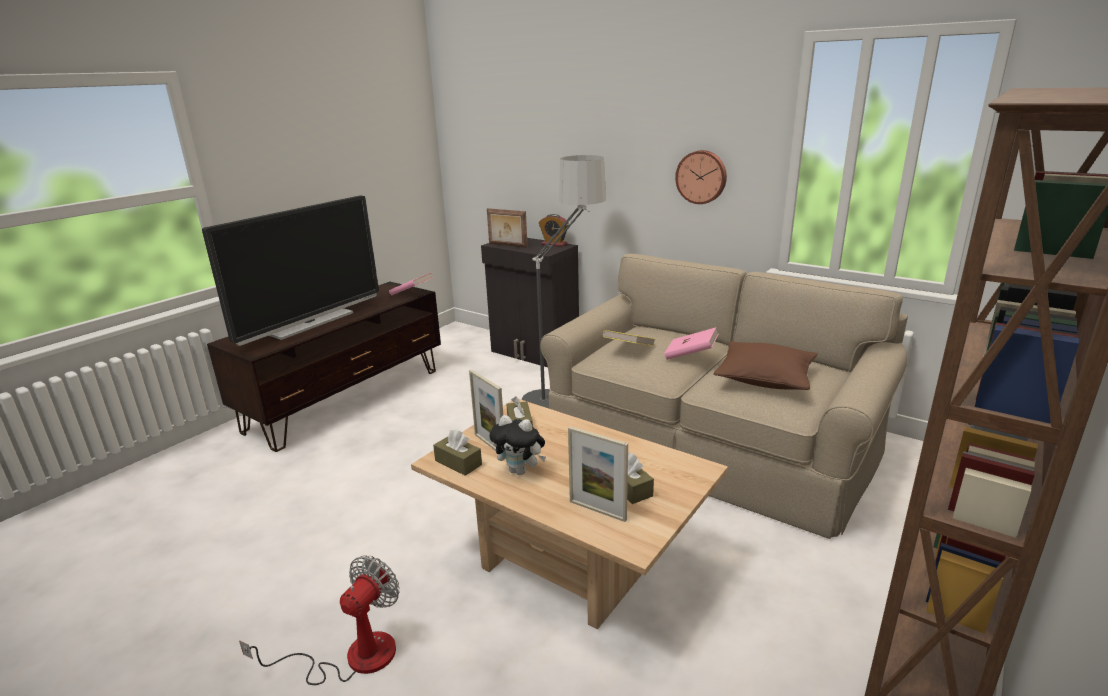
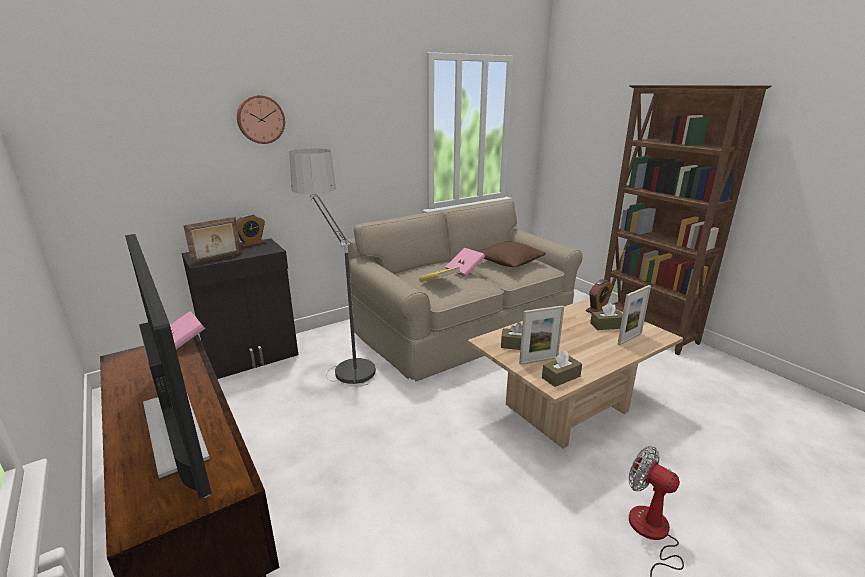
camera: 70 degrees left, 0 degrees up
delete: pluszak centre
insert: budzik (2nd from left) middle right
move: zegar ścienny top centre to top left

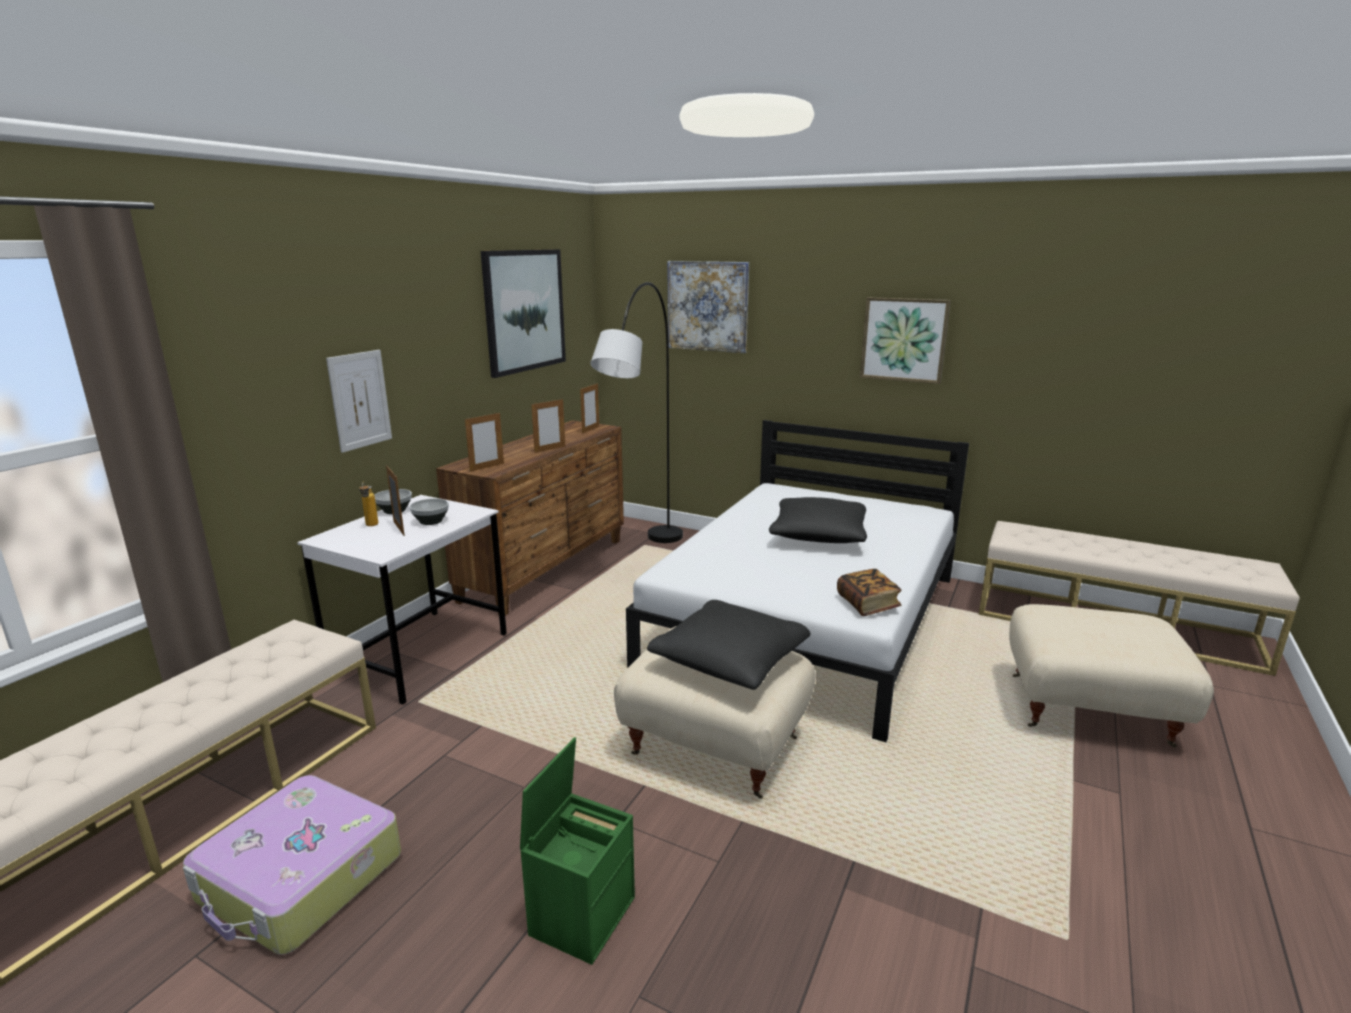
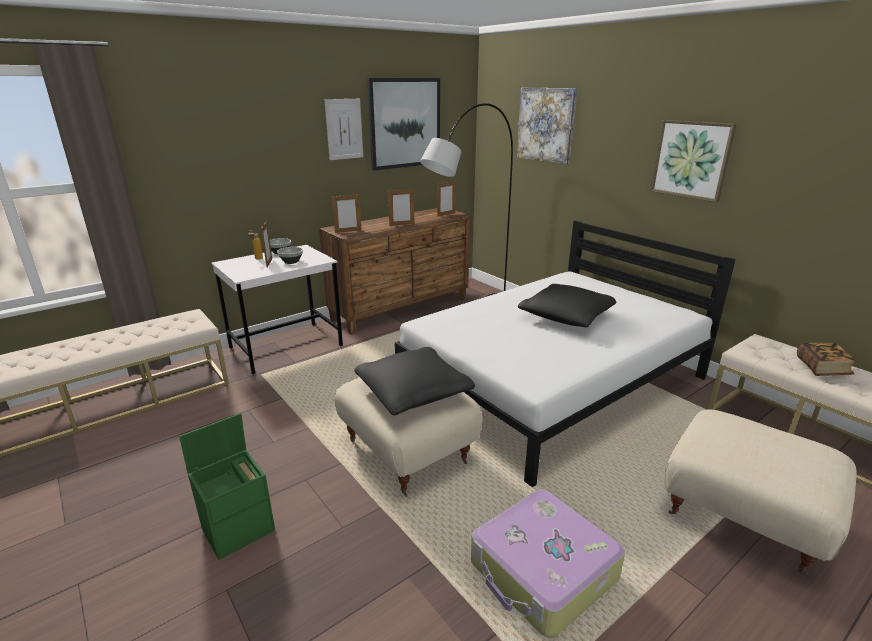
camera: 25 degrees right, 5 degrees up
move: obraz (1st from left) middle left to top centre; książka centre to middle right; walizka bottom left to bottom centre

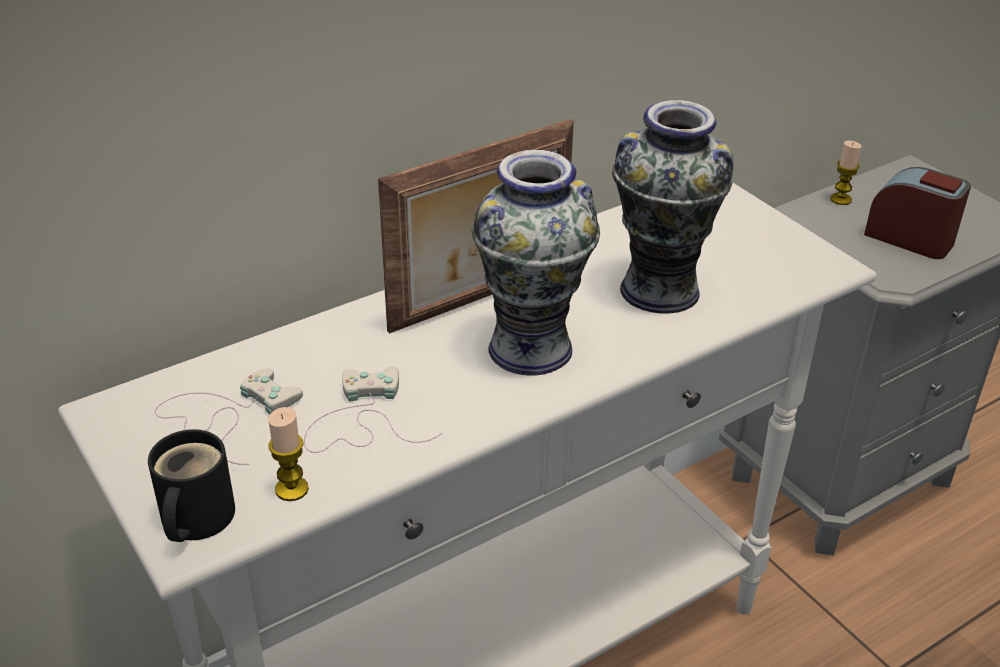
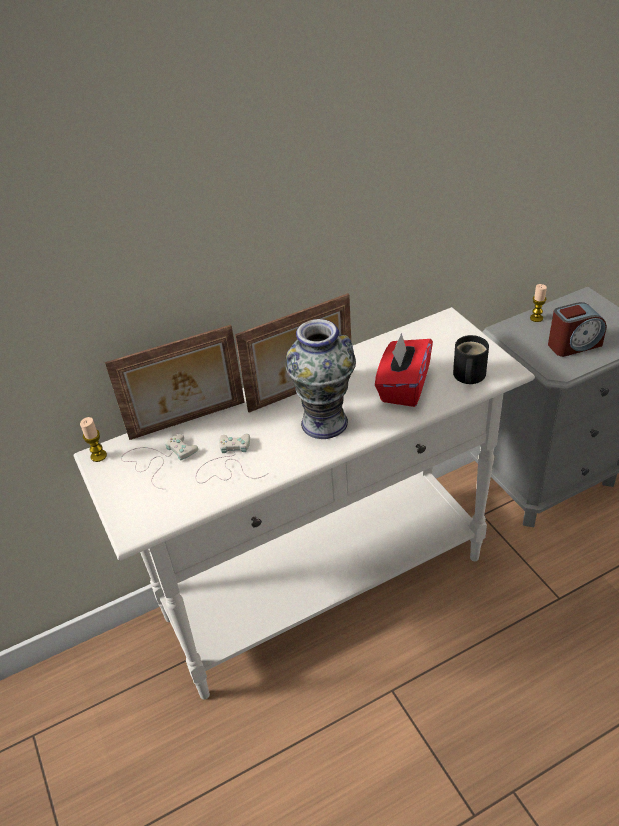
camera: 10 degrees right, 5 degrees up
insert: ramka na zdjęcie (1st from left) middle left
move: świeca (1st from left) bottom left to middle left; kubek (czarny) bottom left to middle right
replace: wazon (2nd from left) top right to pudełko chusteczek (czerwony) centre
rotate: budzik top right = middle right 120 degrees clockwise

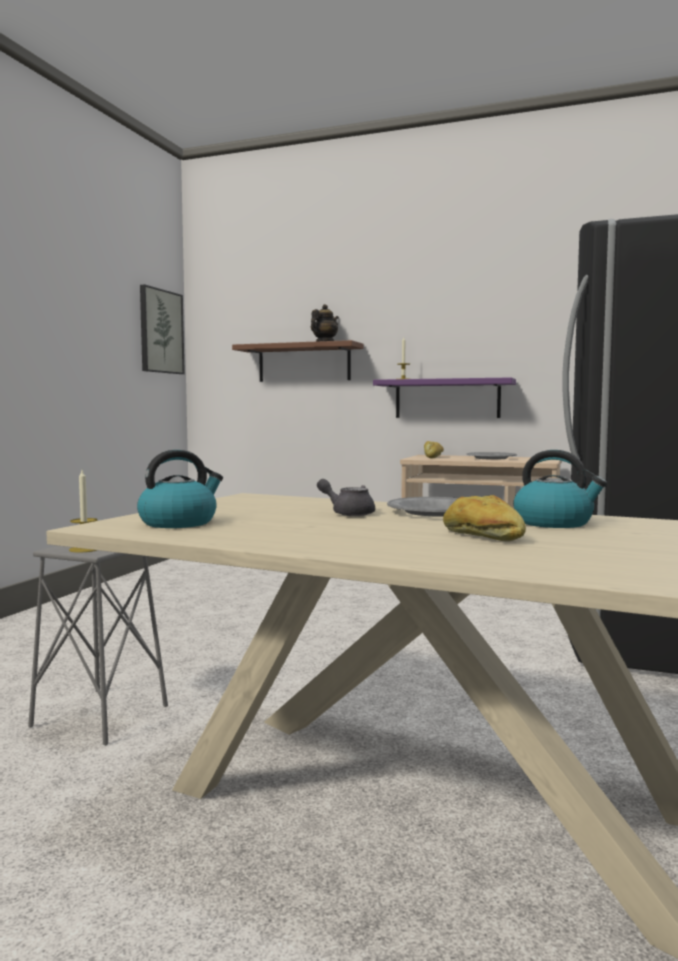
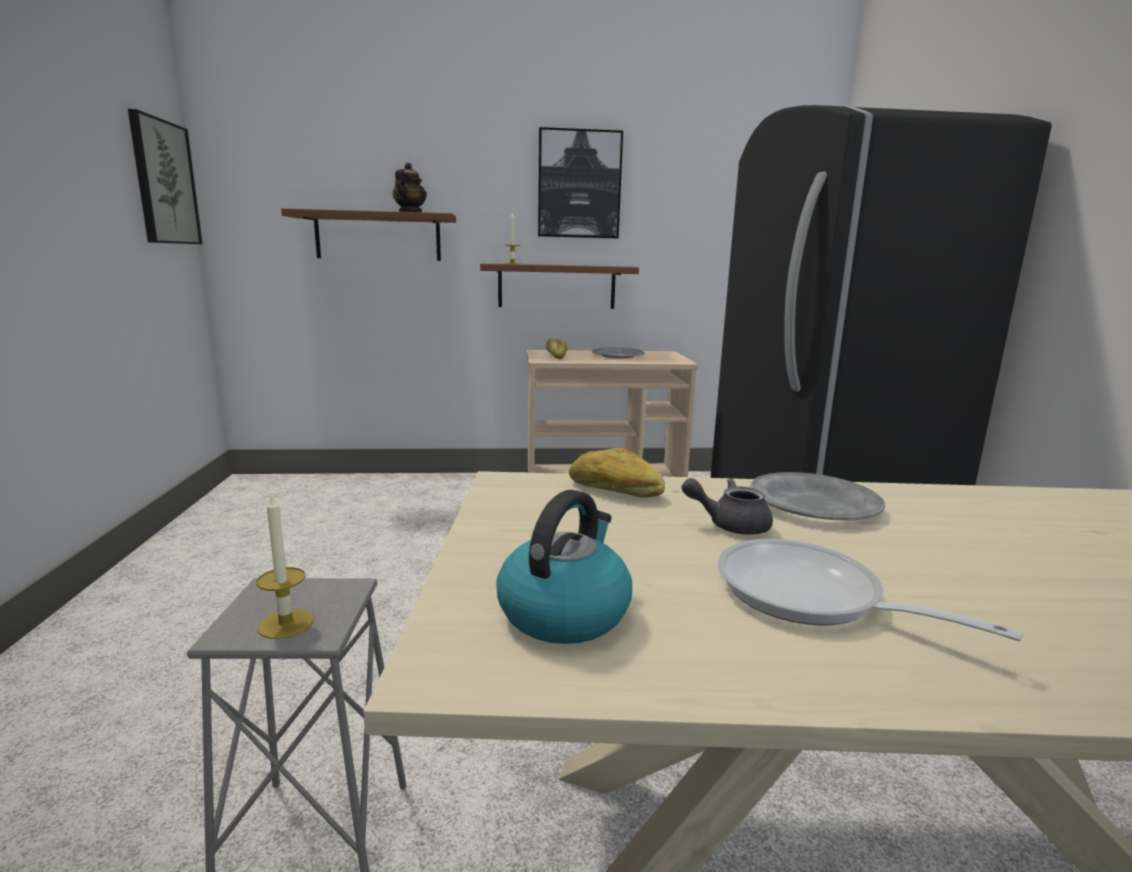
camera: 25 degrees left, 10 degrees up
delete: czajnik (2nd from left) middle right
insert: obraz (2nd from left) top centre; patelnia bottom right
move: chleb (2nd from left) middle right to centre
recolor: półka (fioletowy) centre to półka (brązowy) (2nd from left) top centre

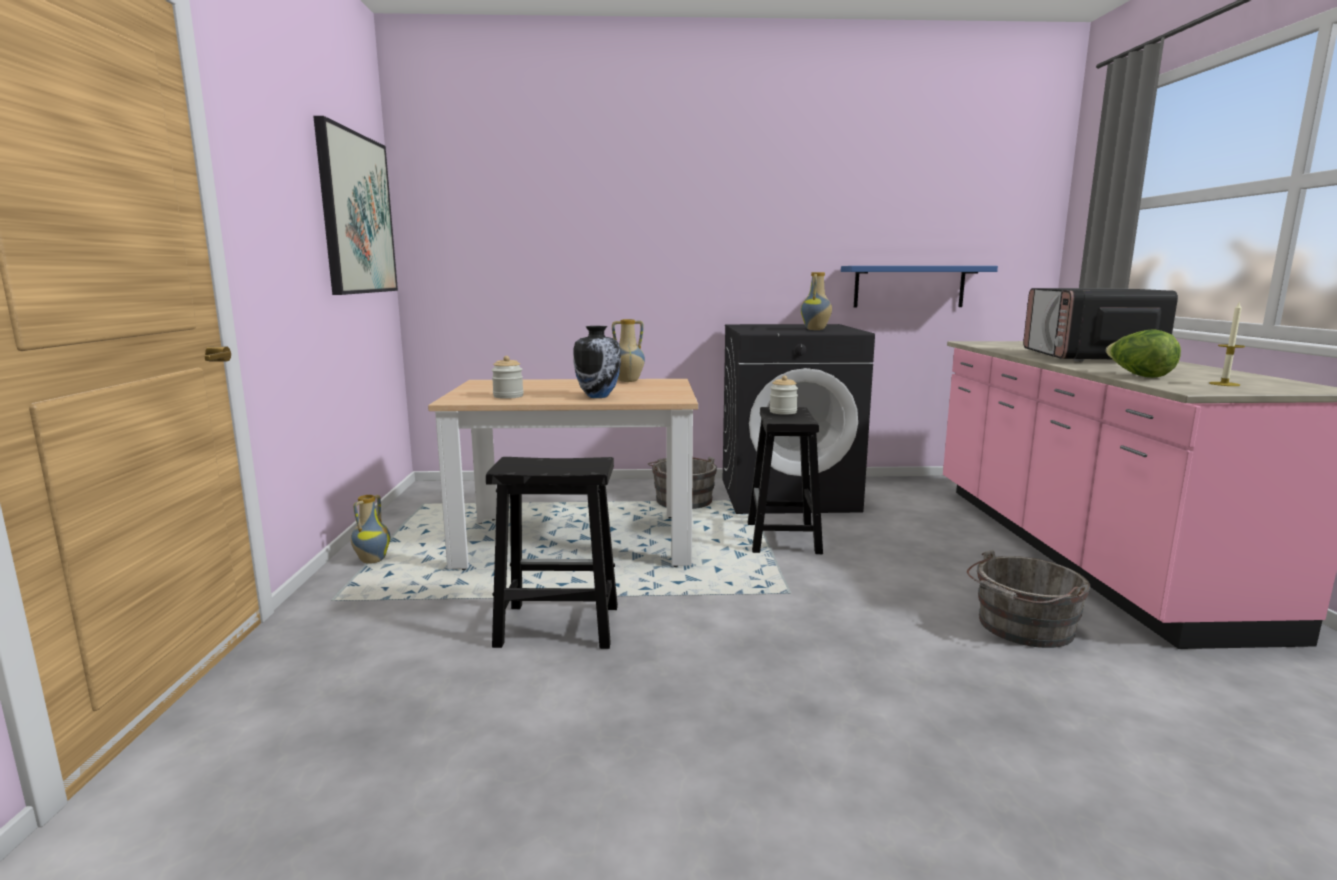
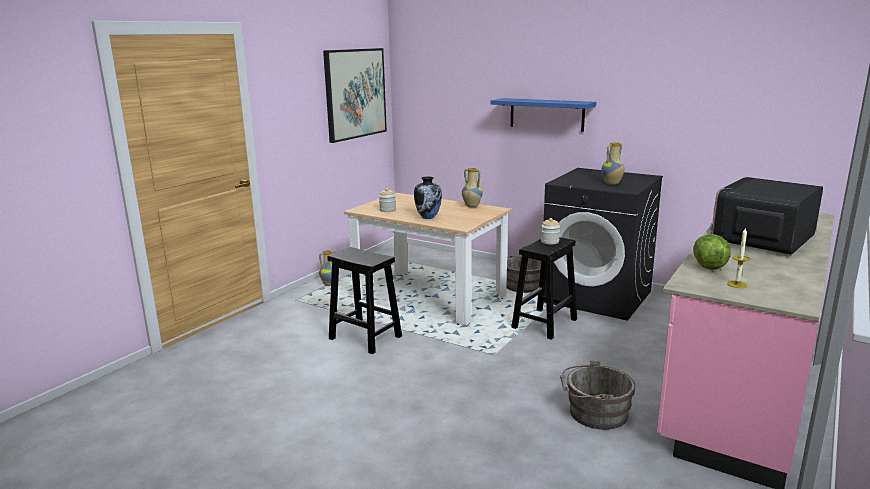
camera: 35 degrees right, 5 degrees up
move: półka (niebieski) top right to top centre

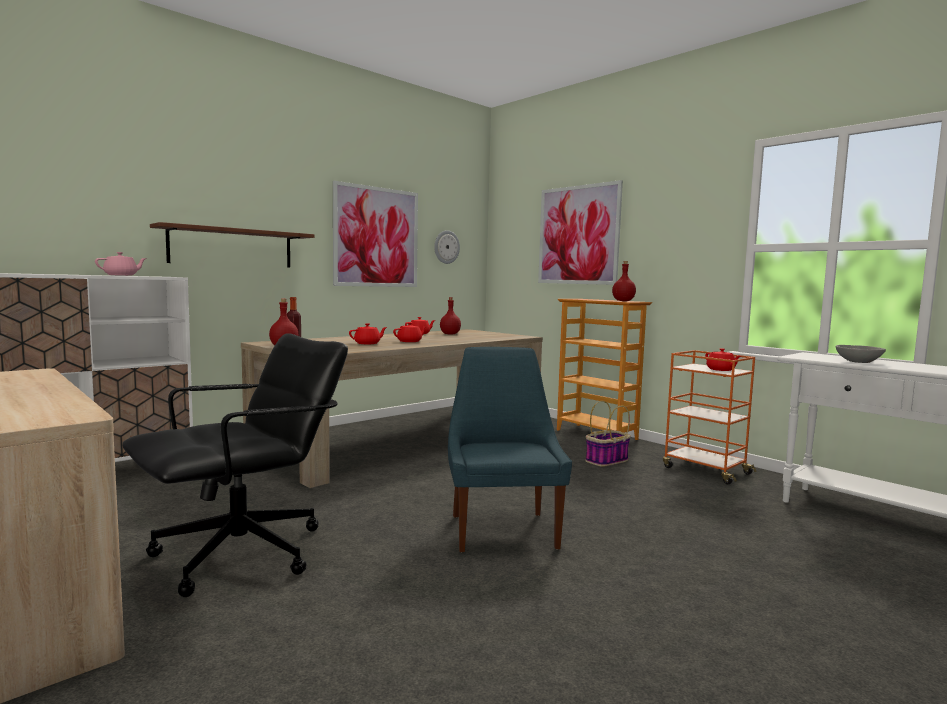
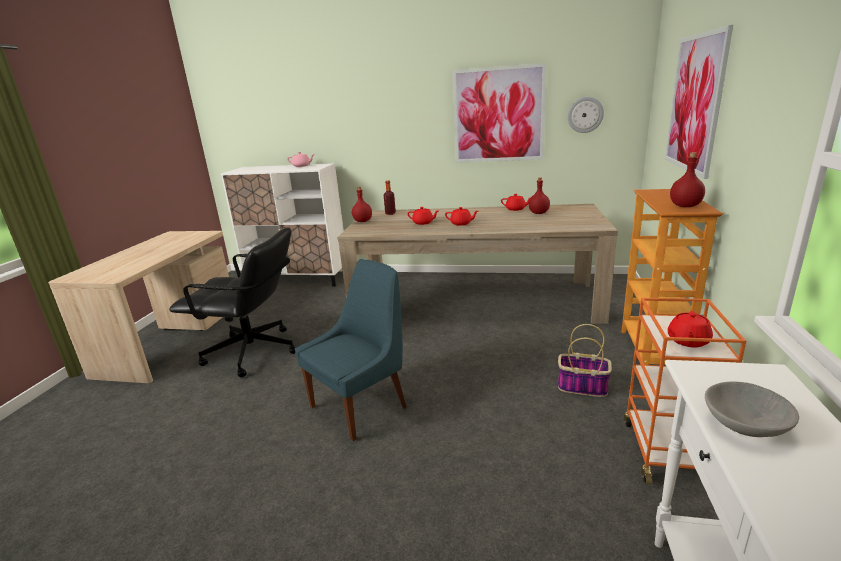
camera: 55 degrees right, 15 degrees up
delete: półka (brązowy) middle left

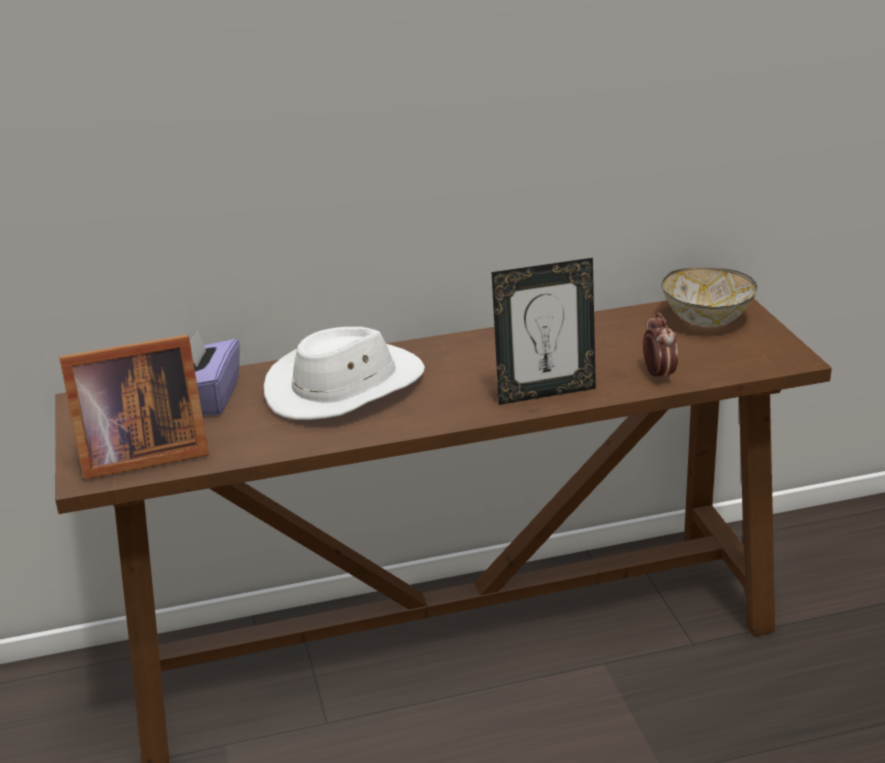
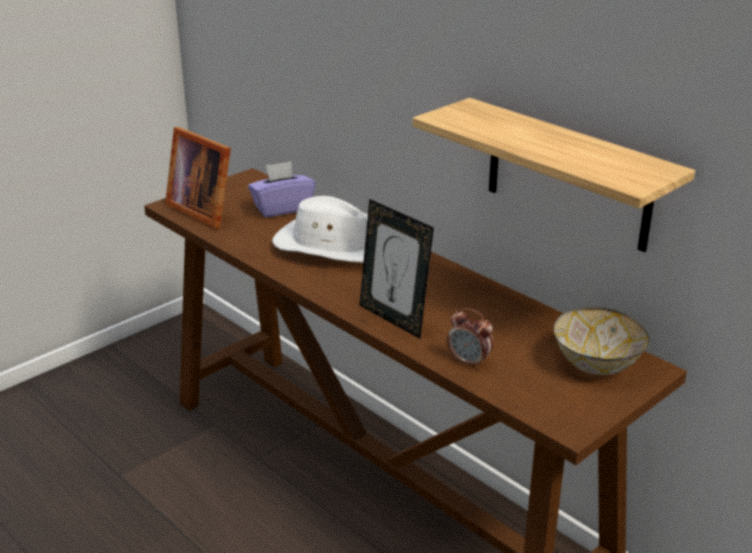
camera: 60 degrees right, 0 degrees up
insert: półka top right
rotate: budzik middle right = centre 75 degrees clockwise

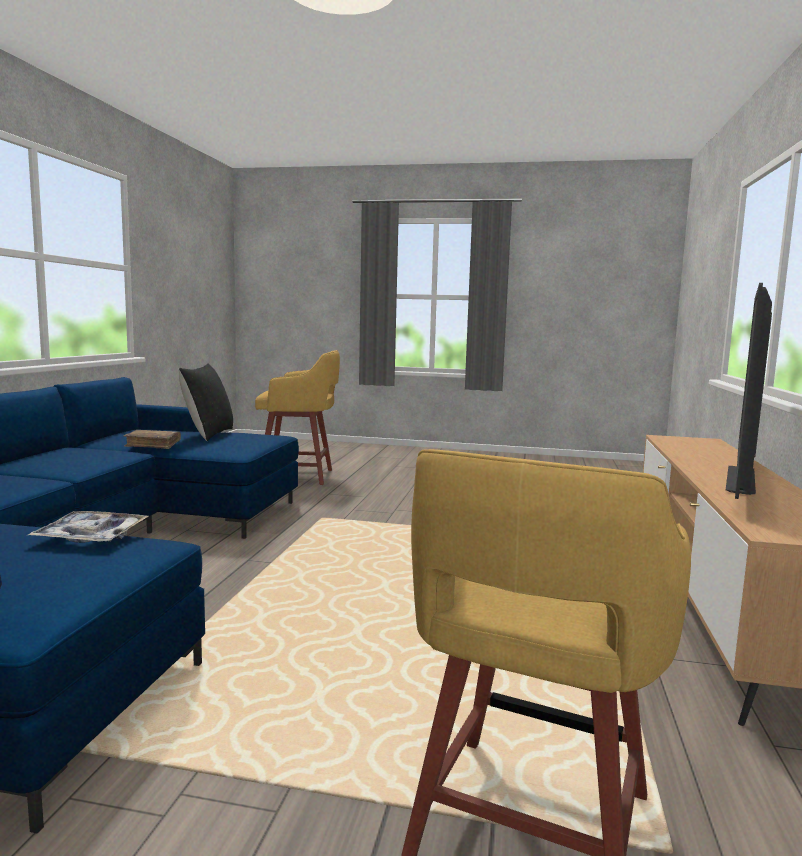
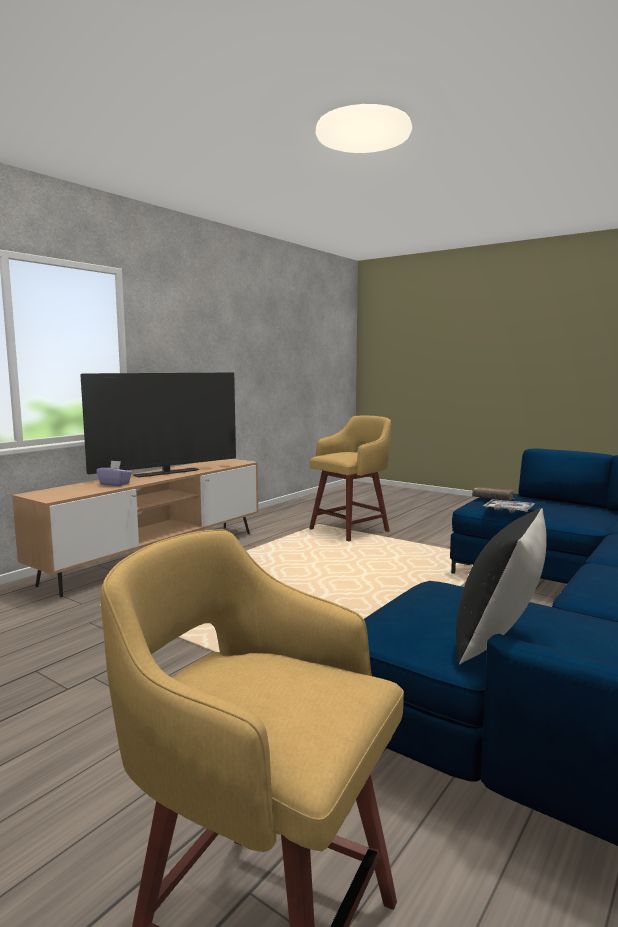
camera: 155 degrees left, 0 degrees up
insert: pudełko chusteczek (fioletowy) middle left
move: książka (brązowy) middle left to middle right

